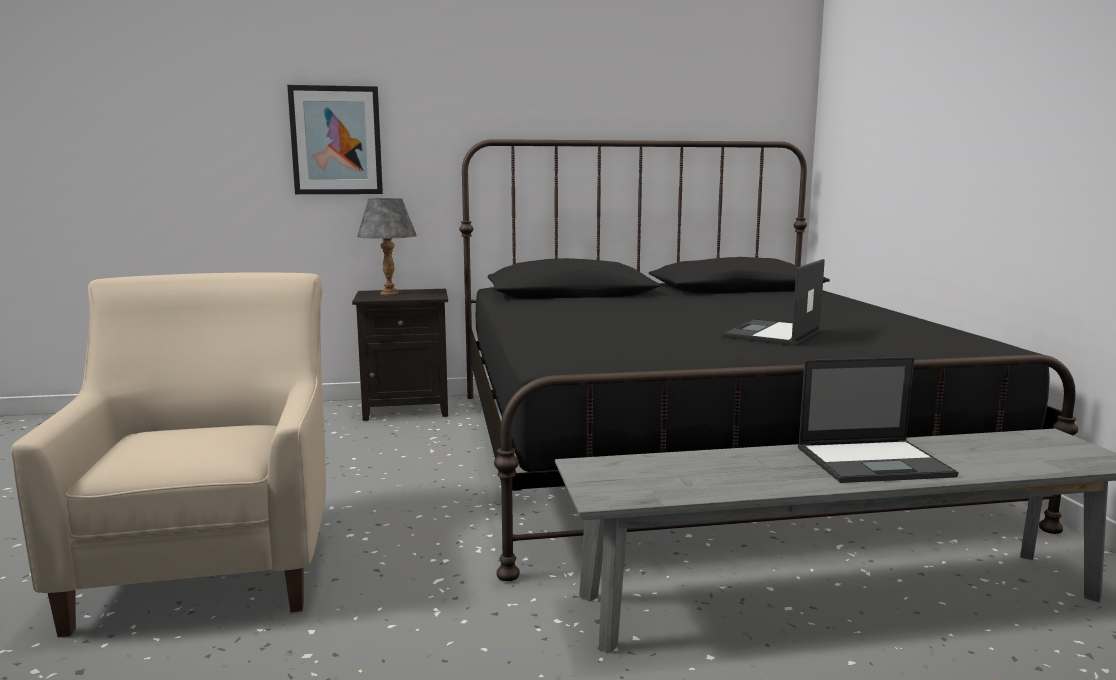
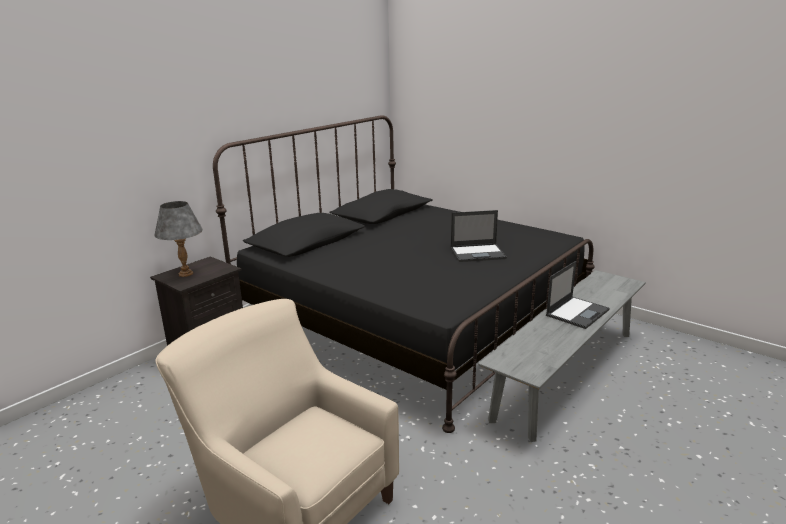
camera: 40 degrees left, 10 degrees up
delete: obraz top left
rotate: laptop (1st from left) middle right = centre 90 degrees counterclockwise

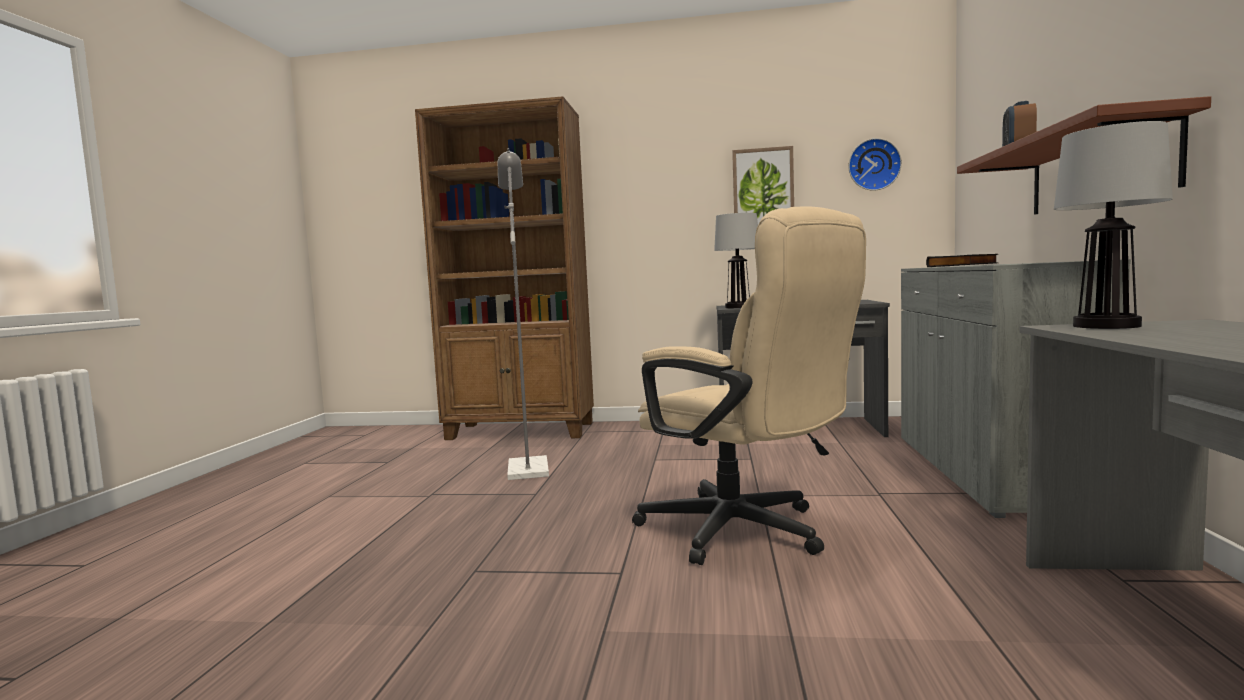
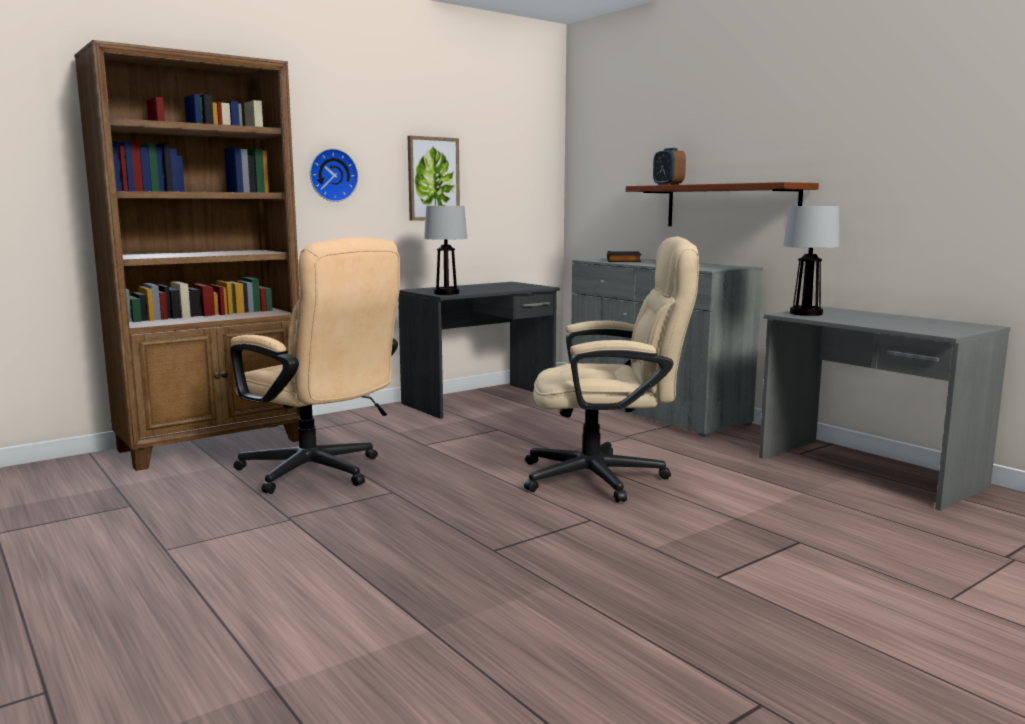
camera: 45 degrees left, 5 degrees up
move: zegar ścienny top right to top left
replace: lampa stojąca (szary) centre to krzesło biurowe (beżowy) (1st from left) middle left

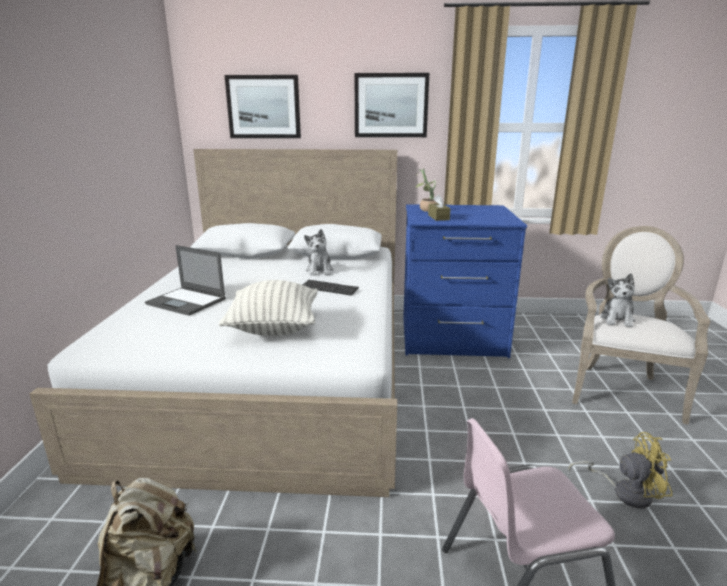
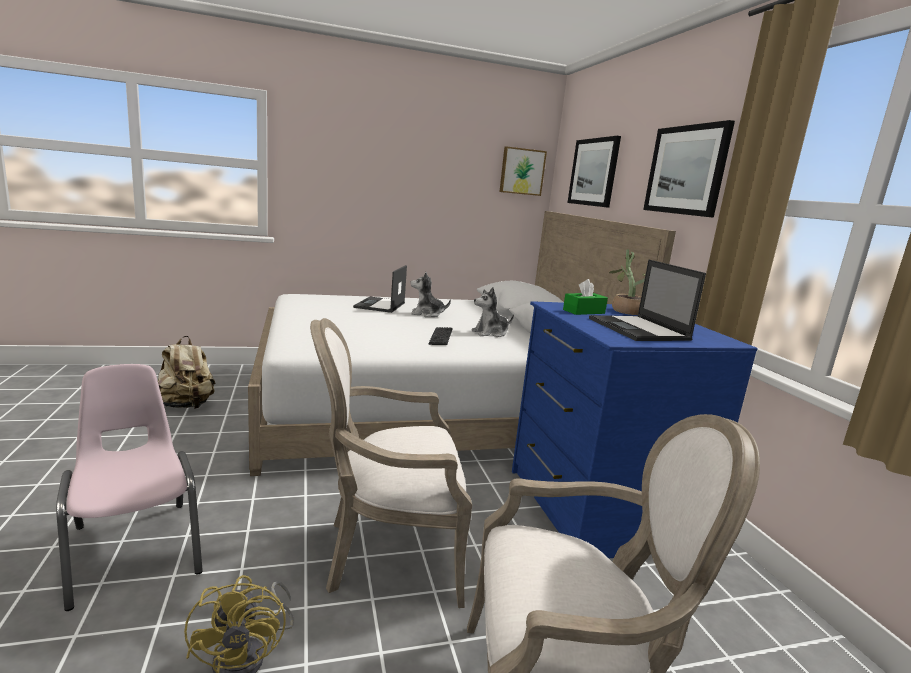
camera: 70 degrees right, 5 degrees down
delete: poduszka centre
insert: obraz (1st from left) top centre; laptop (2nd from left) middle right; fotel (1st from left) bottom centre
move: pluszak (2nd from left in the first image) middle right to pluszak (1st from left) centre
recolor: pudełko chusteczek (brązowy) centre to pudełko chusteczek (zielony) centre

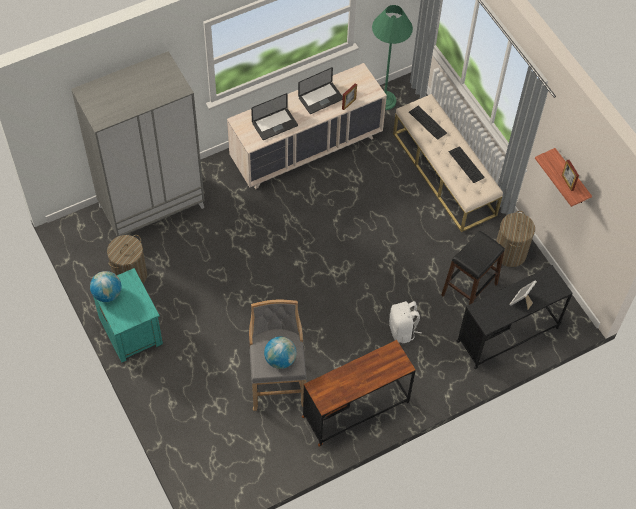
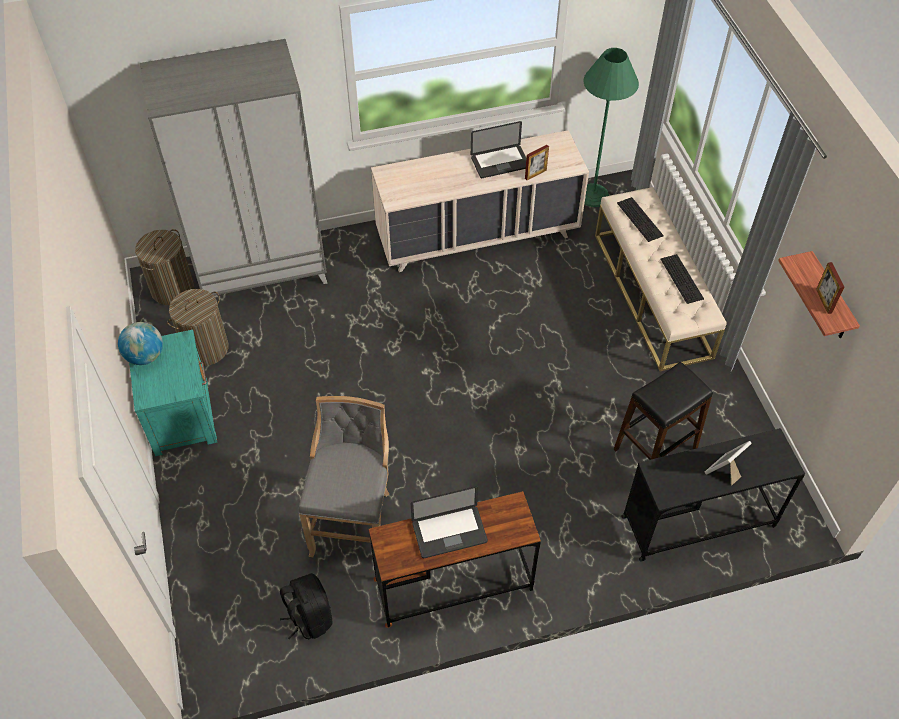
camera: 15 degrees right, 5 degrees down
delete: plecak (biały) centre; globus (2nd from left) bottom centre
insert: plecak (czarny) bottom centre
move: laptop (1st from left) top centre to bottom centre; kosz na pranie (2nd from left in the first image) middle right to kosz na pranie (1st from left) middle left

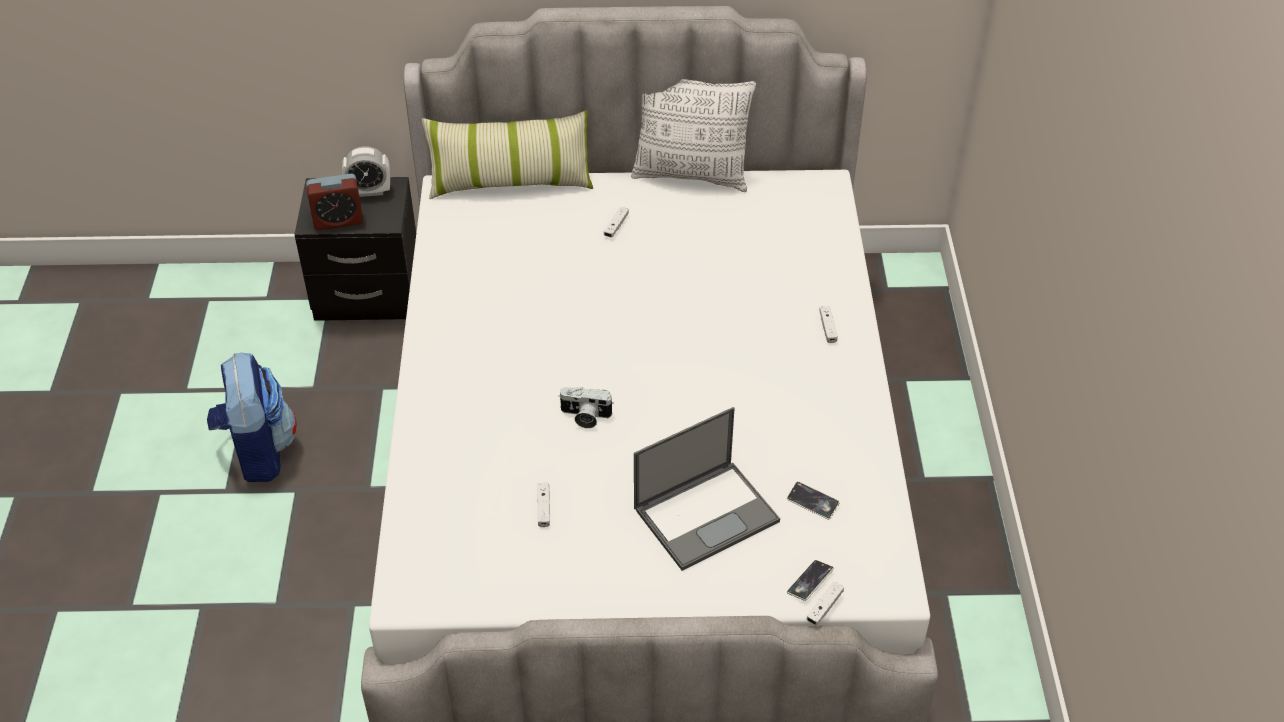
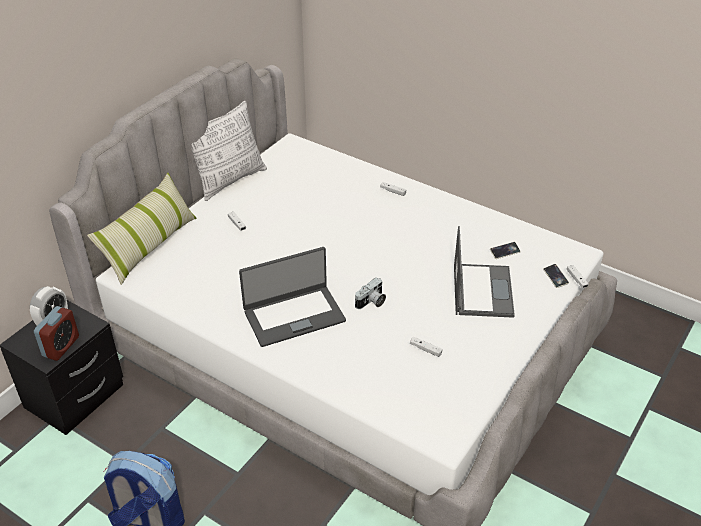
camera: 55 degrees left, 5 degrees down
insert: laptop (1st from left) centre

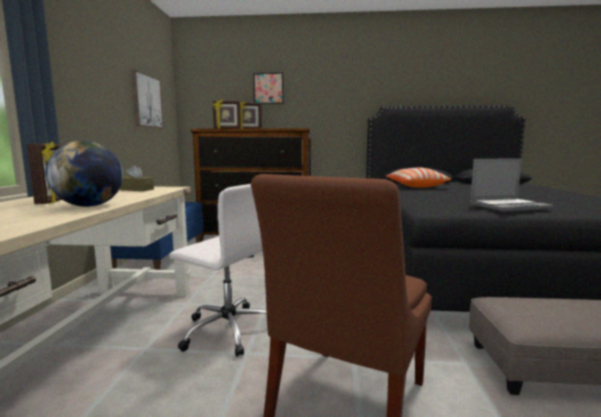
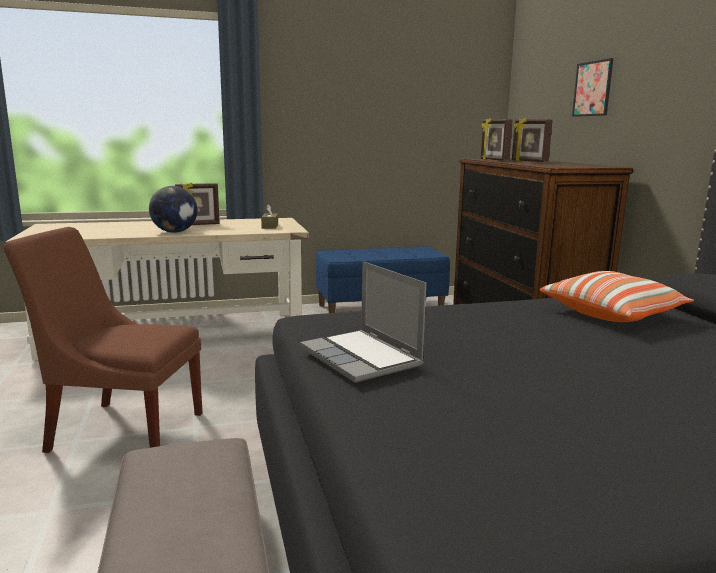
camera: 70 degrees right, 5 degrees up
delete: obraz (1st from left) top left; krzesło biurowe (biały) centre

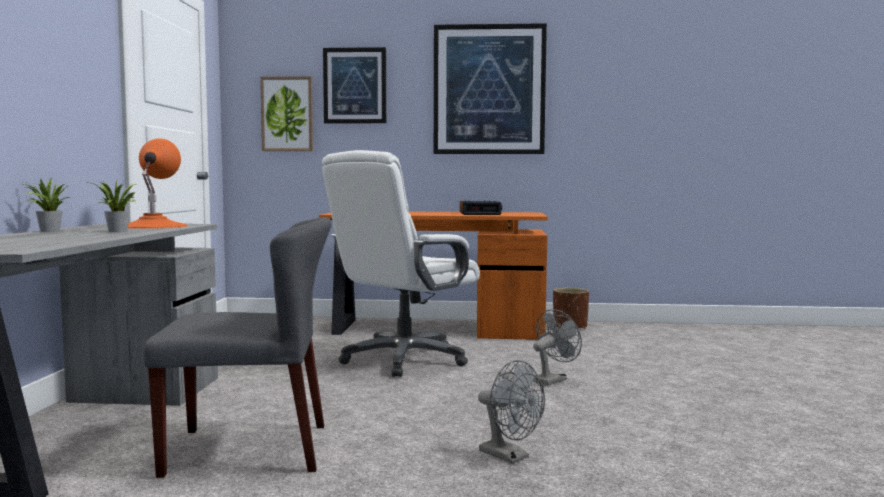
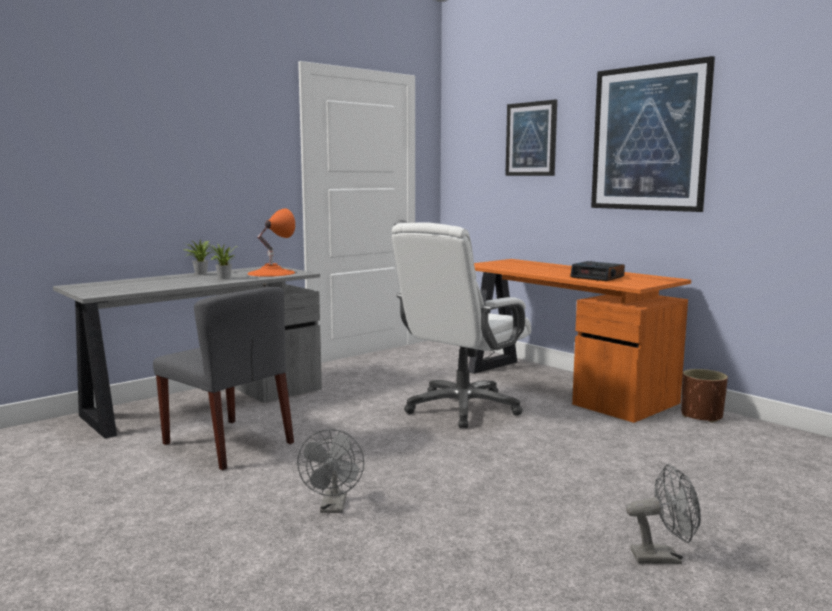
camera: 45 degrees right, 5 degrees up
delete: obraz (1st from left) top left
move: wentylator (szary) (2nd from left) bottom centre to bottom right
rotate: krzesło biurowe (biały) centre = centre 45 degrees counterclockwise

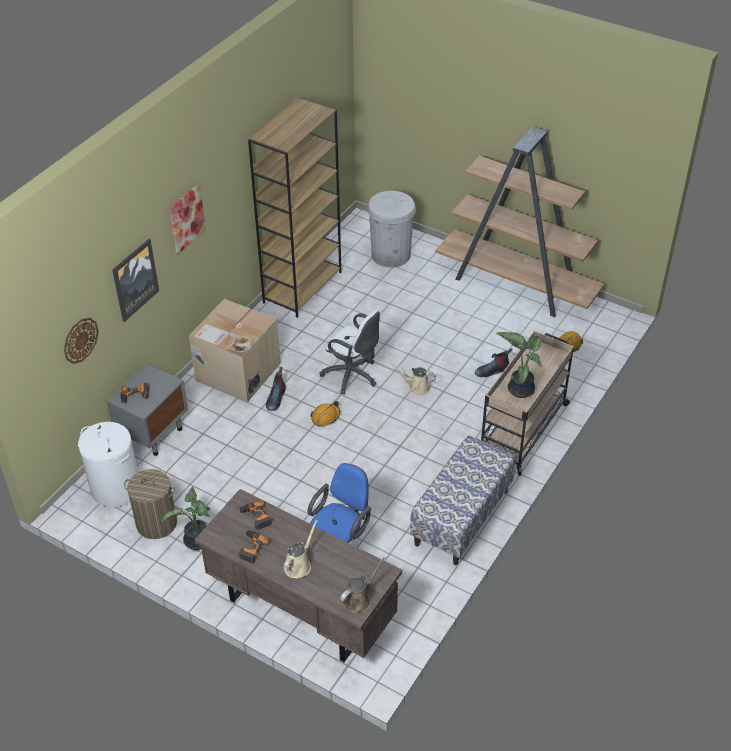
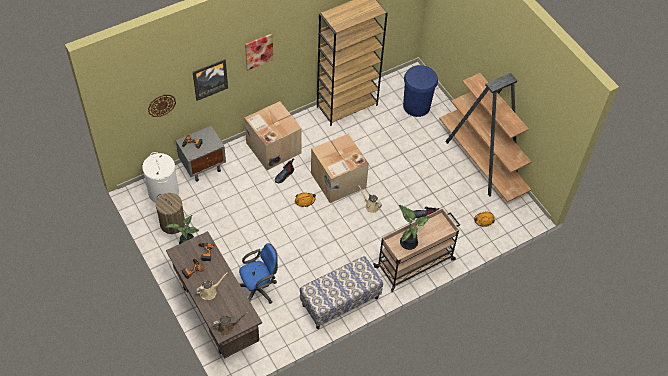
camera: 25 degrees right, 10 degrees up
replace: krzesło biurowe (biały) centre to karton (2nd from left) centre
recolor: kosz na śmieci (biały) top centre to kosz na śmieci (niebieski) top centre

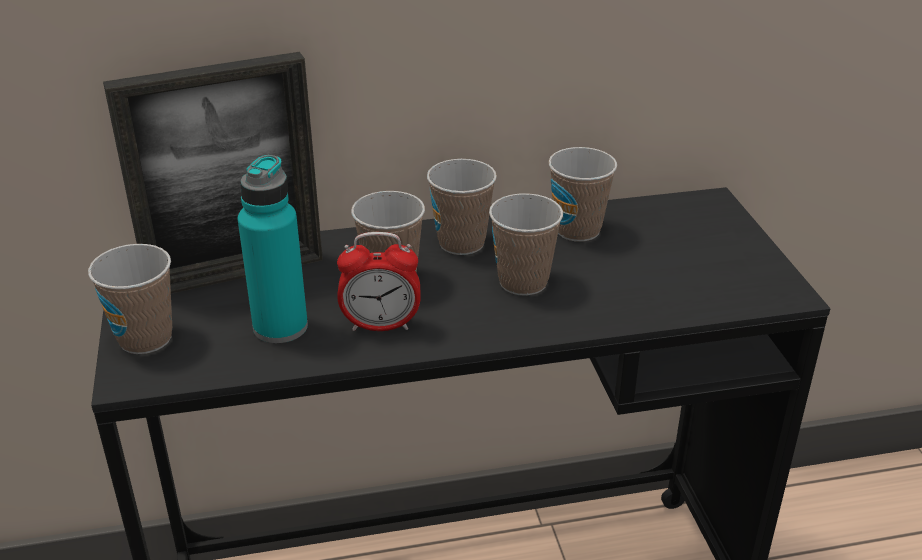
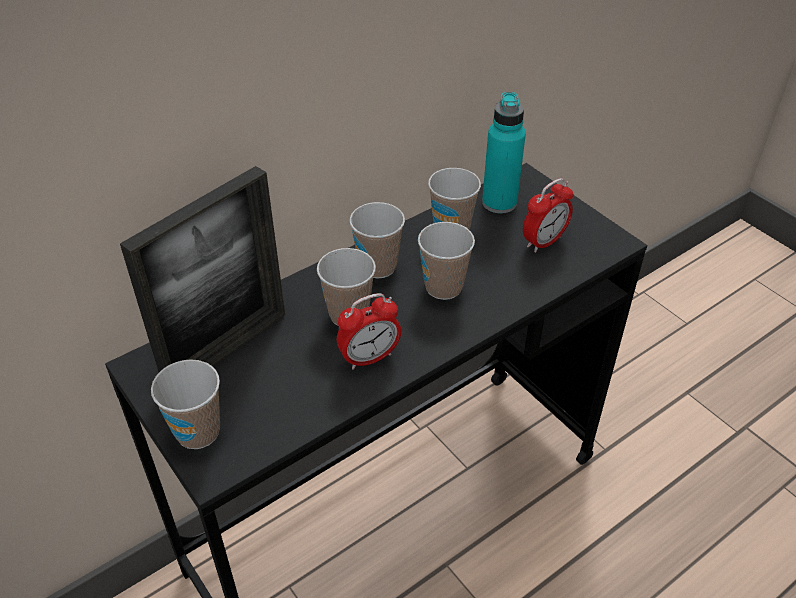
camera: 25 degrees left, 10 degrees up
insert: budzik (2nd from left) middle right
move: butelka (turkusowy) middle left to top centre

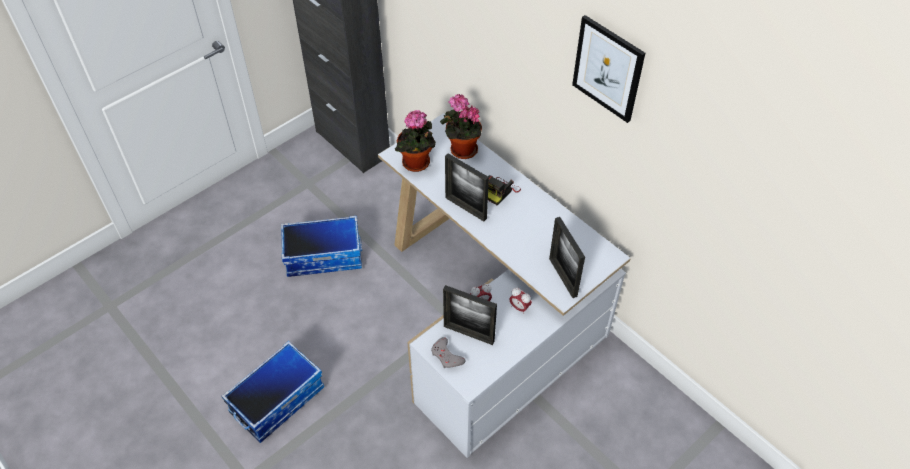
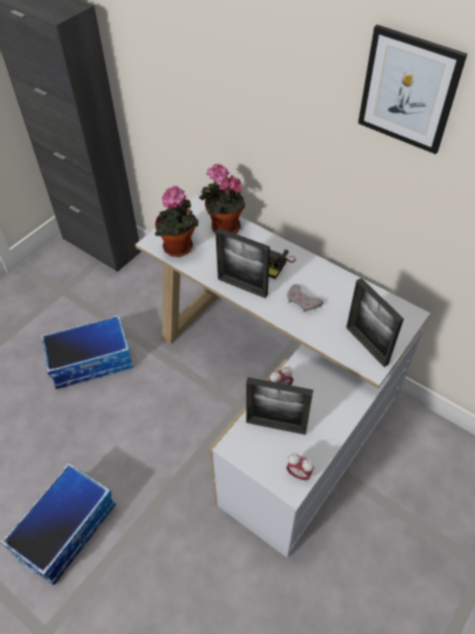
camera: 10 degrees left, 0 degrees up
move: budzik (2nd from left) centre to bottom centre; pad do gier (szary) bottom centre to centre

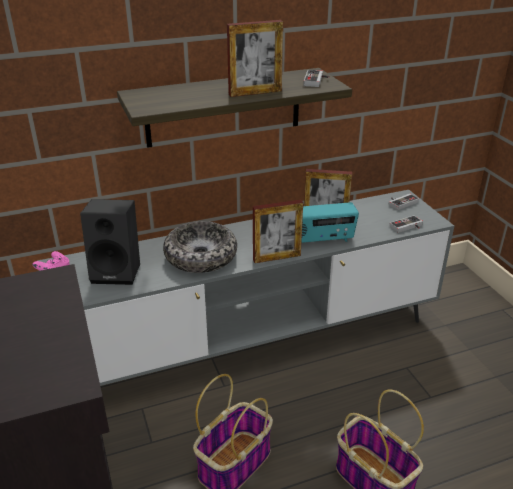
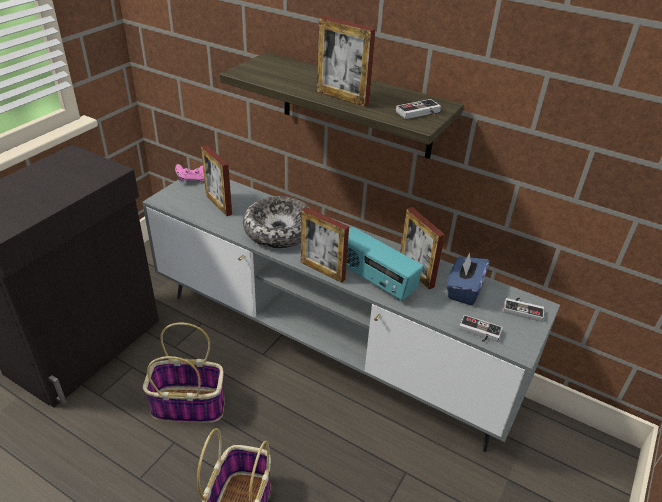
camera: 50 degrees right, 5 degrees up
insert: pudełko chusteczek (niebieski) middle right
replace: głośnik (czarny) middle left to ramka na zdjęcie (1st from left) middle left

